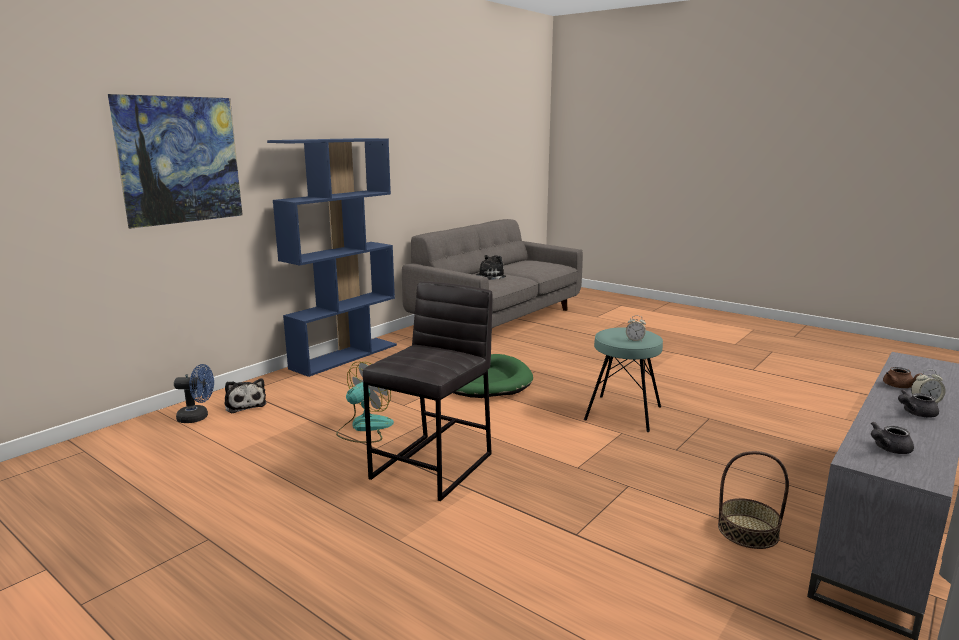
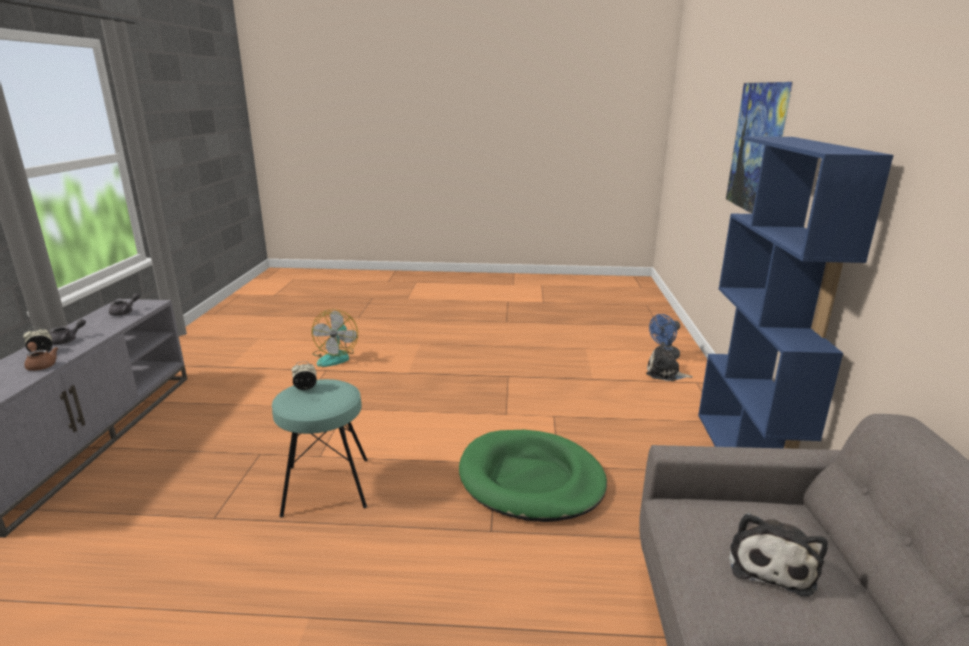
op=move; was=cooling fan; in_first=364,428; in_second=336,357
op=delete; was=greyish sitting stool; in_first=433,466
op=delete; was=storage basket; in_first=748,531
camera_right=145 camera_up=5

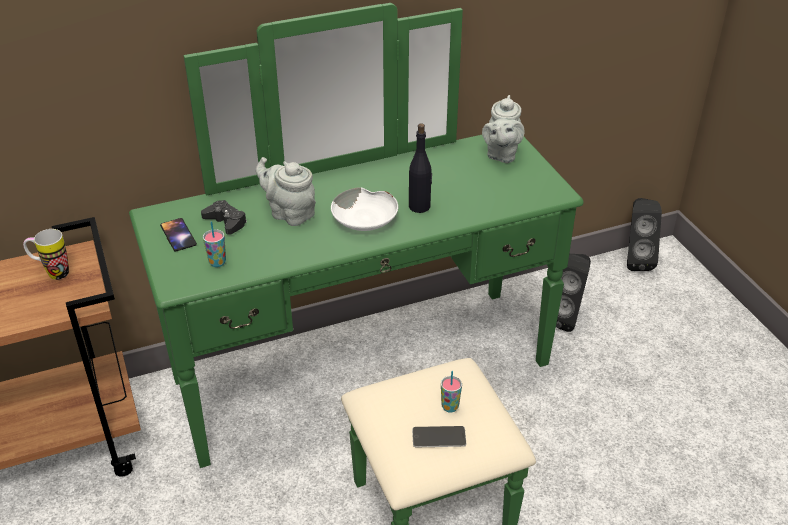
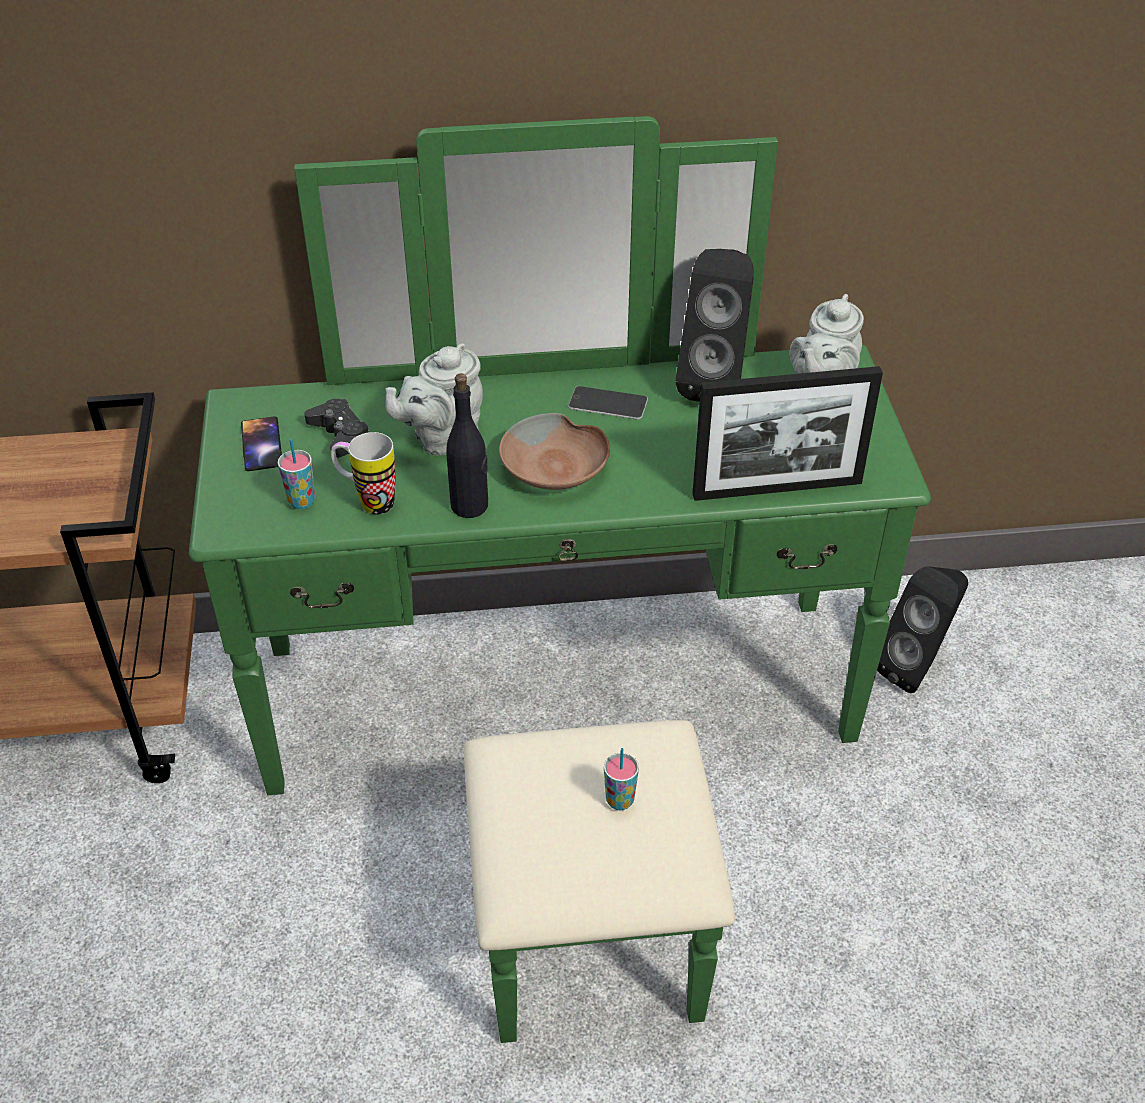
op=move; was=mug; in_first=52,273; in_second=368,502
op=rotate; was=greyish teapot; in_first=289,213; in_second=441,437; clockwise=-90
op=recolor; was=white deep dish; now=brownish deep dish; in_first=366,219; in_second=556,468
op=move; was=blackish beverage bottle; in_first=419,206; in_second=470,506
op=move; was=phone; in_first=439,437; in_second=608,403
op=move; was=blackish loudspeaker; in_first=635,260; in_second=714,382
op=insert; now=photo frame; in_second=777,489
camera_right=15 camera_up=5

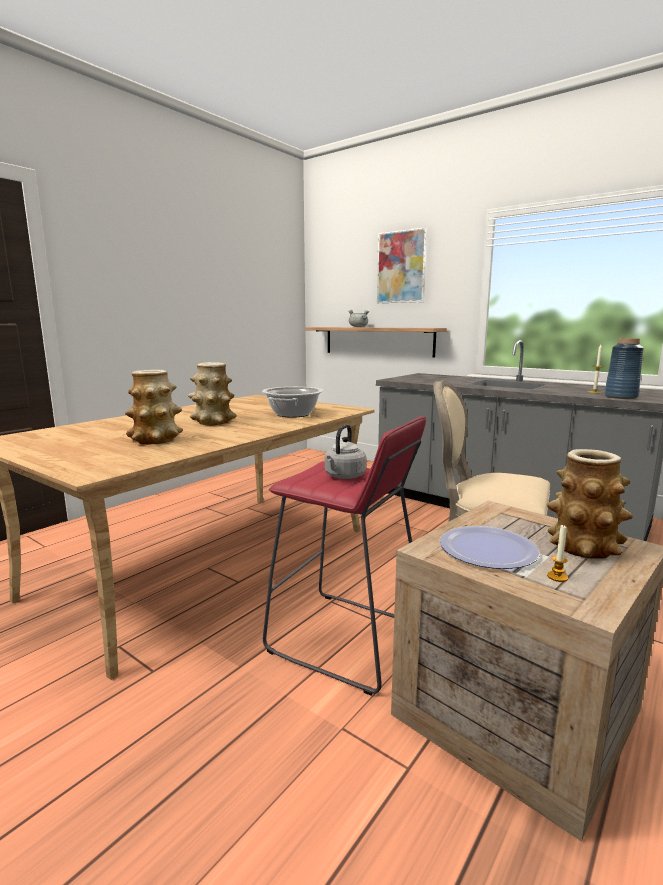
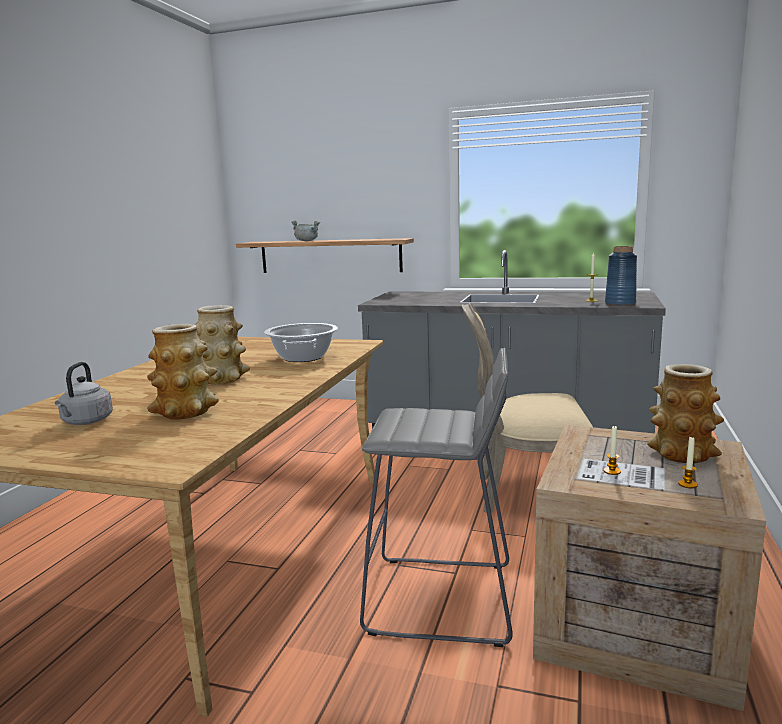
op=recolor; was=reddish sitting stool; now=greyish sitting stool; in_first=346,639; in_second=442,599
op=move; was=greyish water kettle; in_first=344,476; in_second=86,422
op=delete; was=wall art; in_first=401,267
op=replace; was=plate; now=wax light; in_first=488,549; in_second=612,471
camera_right=-20 camera_up=0

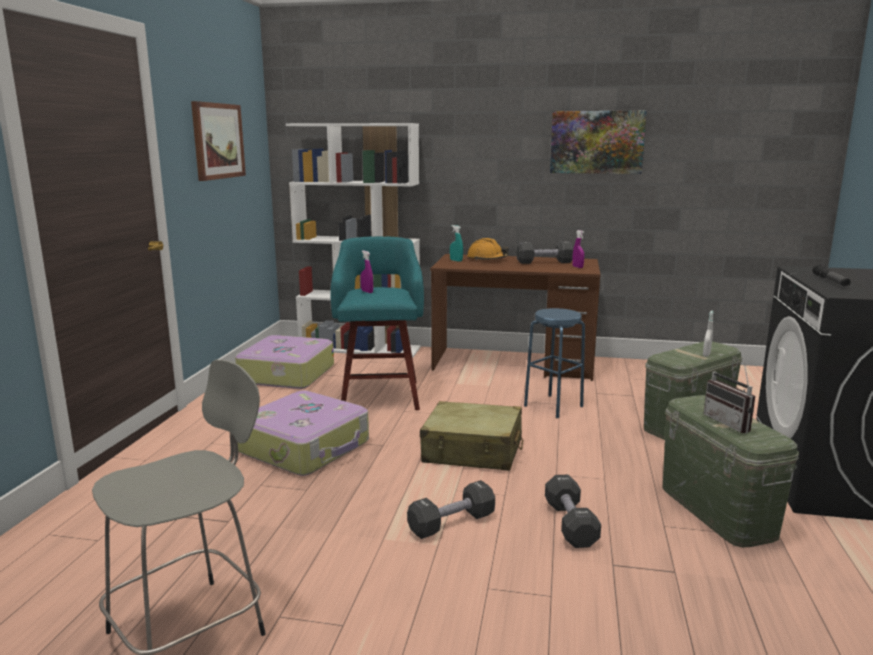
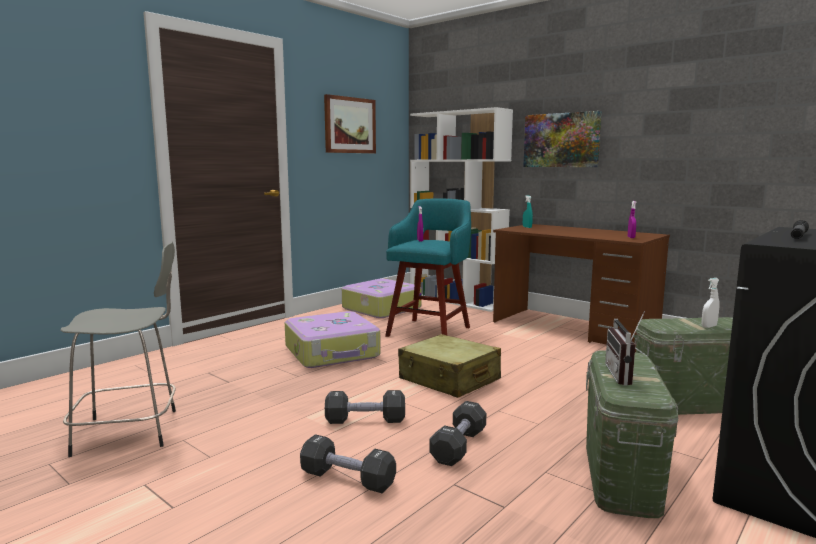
op=delete; was=orangey safety helmet; in_first=487,259
op=move; was=blackish free weight; in_first=544,262; in_second=347,479
op=delete; was=bluish sitting stool; in_first=553,406
op=move; was=wall art; in_first=596,142; in_second=561,140
camera_right=30 camera_up=-5

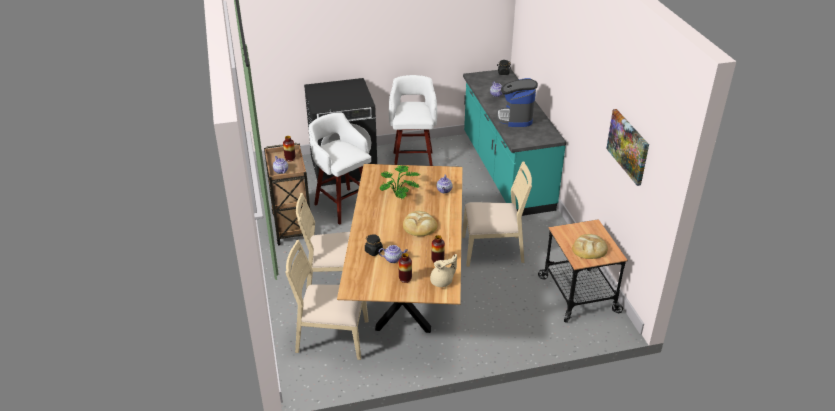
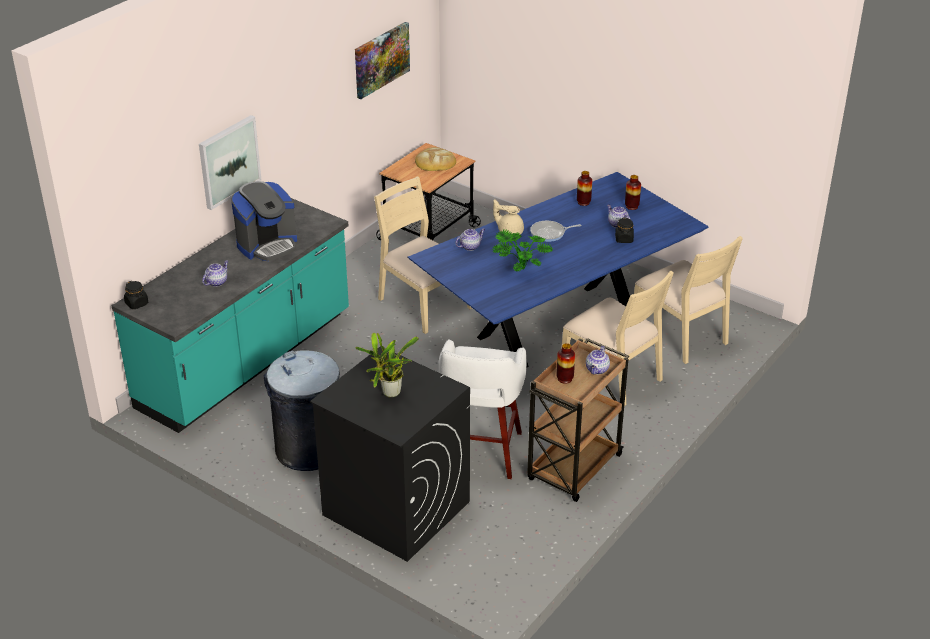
op=recolor; was=brownish dining table; now=bluish dining table; in_first=407,288; in_second=556,326
op=replace; was=white sitting stool; now=greyish rubbish bin; in_first=413,162; in_second=308,450
op=replace; was=bread; now=skillet; in_first=419,226; in_second=549,233
op=move; was=beige-coloured teapot; in_first=442,281; in_second=509,231
op=insert; now=wall art; in_second=229,161
op=insert; now=potted plant; in_second=389,394
camera_right=-130 camera_up=0

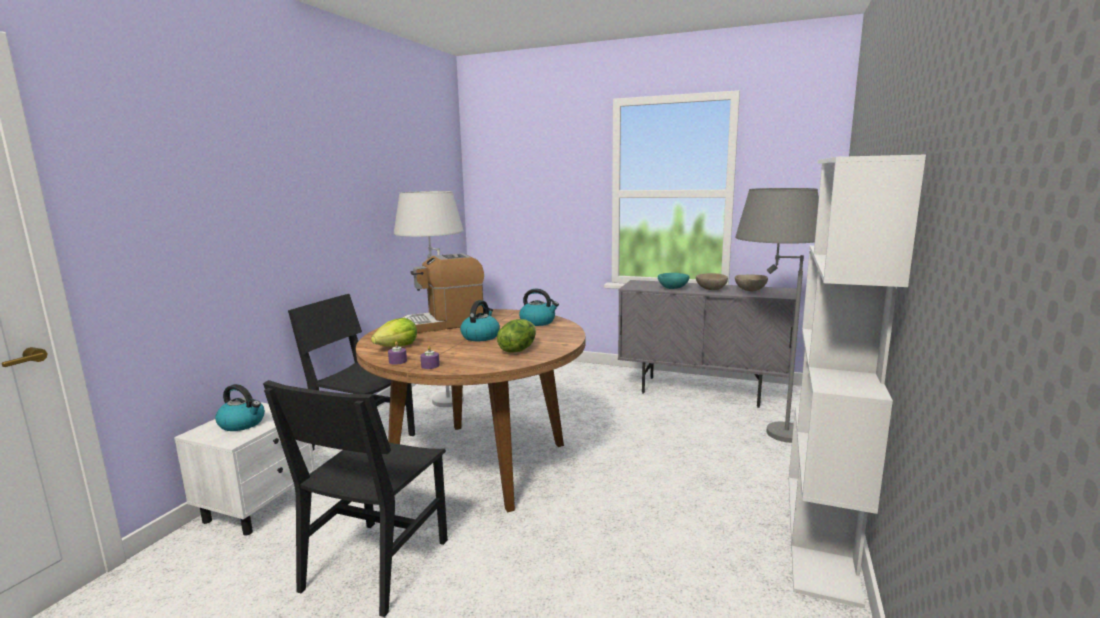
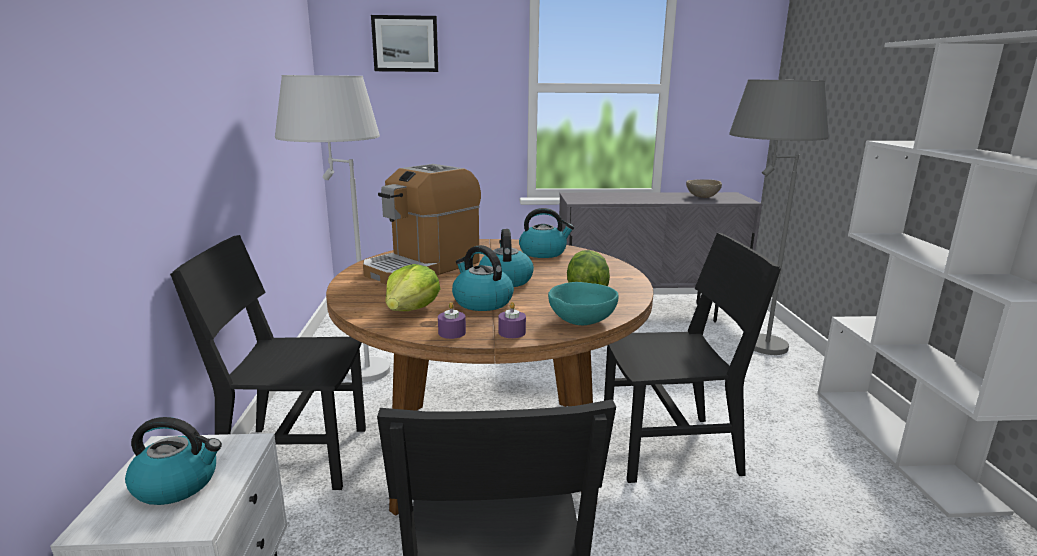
op=move; was=turquoise deep dish; in_first=673,288; in_second=582,320
op=delete; was=beige-coloured deep dish; in_first=710,289
op=insert; now=wall art; in_second=405,44
op=insert; now=water kettle; in_second=481,302
op=insert; now=blackish plain chair; in_second=669,448
camera_right=-25 camera_up=5

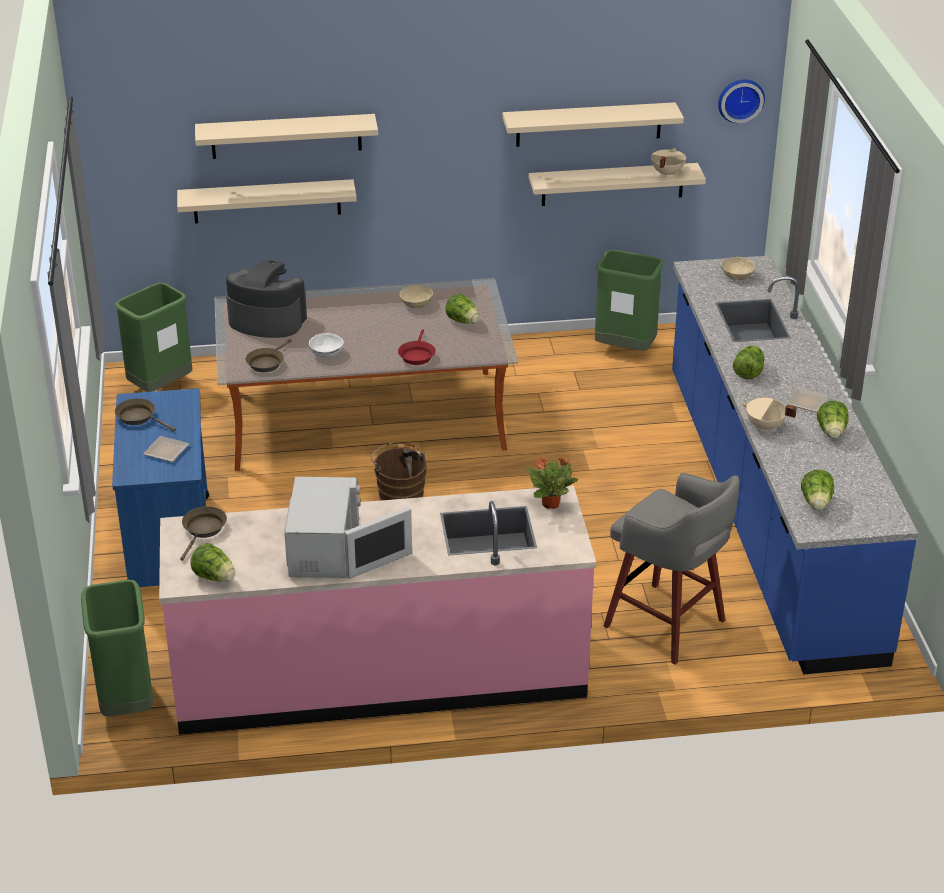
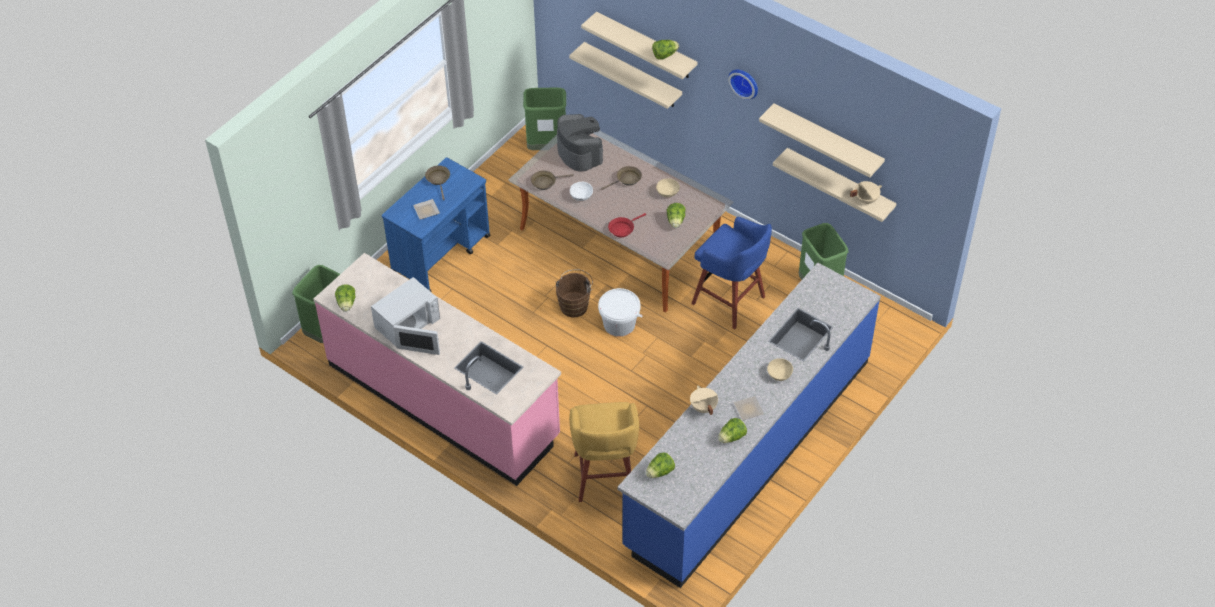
op=move; was=brownish skillet; in_first=203,530; in_second=627,179
op=delete; was=potted plant; in_first=551,504
op=recolor; was=greyish sitting stool; now=yellow sitting stool; in_first=667,625; in_second=605,478
op=move; was=hanging clock; in_first=740,99; in_second=744,82
op=move; was=beige-coloured deep dish; in_first=737,275; in_second=779,374
op=move; was=lettuce; in_first=748,372; in_second=664,55
op=insert; now=white bucket; in_second=619,324
op=insert; now=bluish sitting stool; in_second=730,302
camera_right=45 camera_up=15

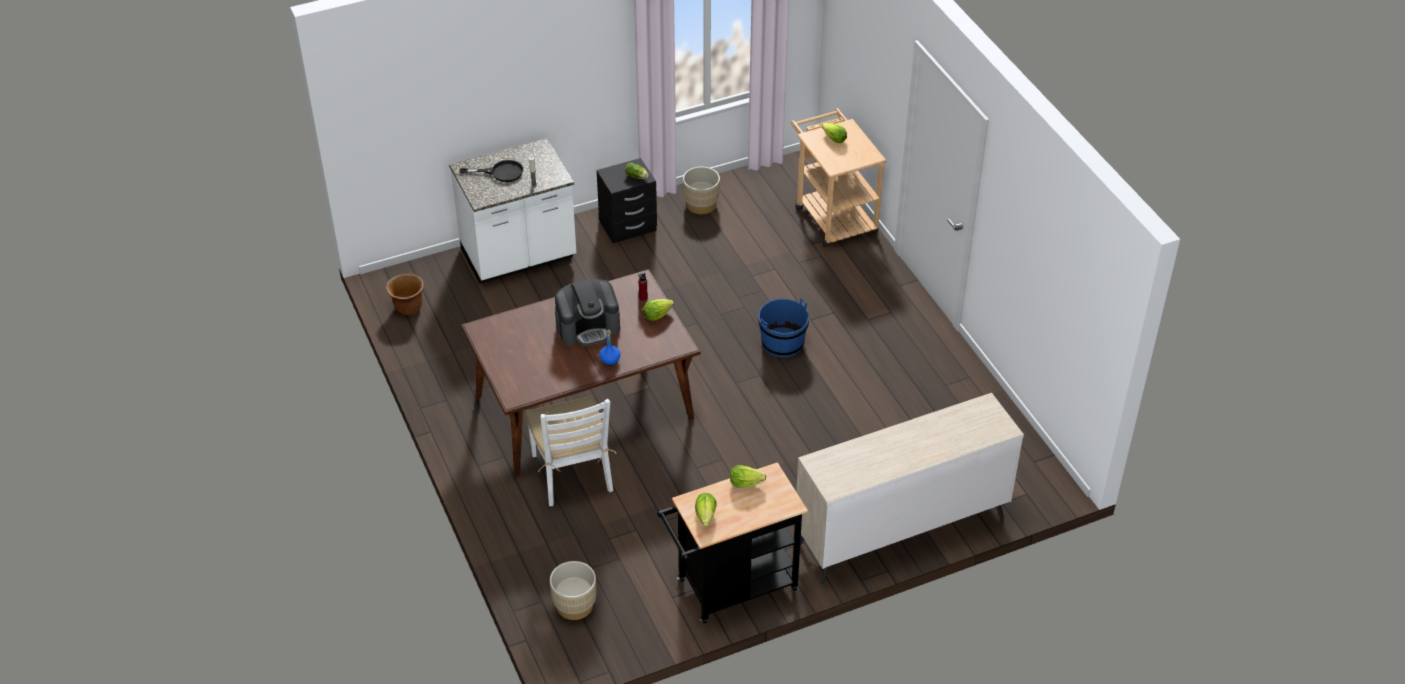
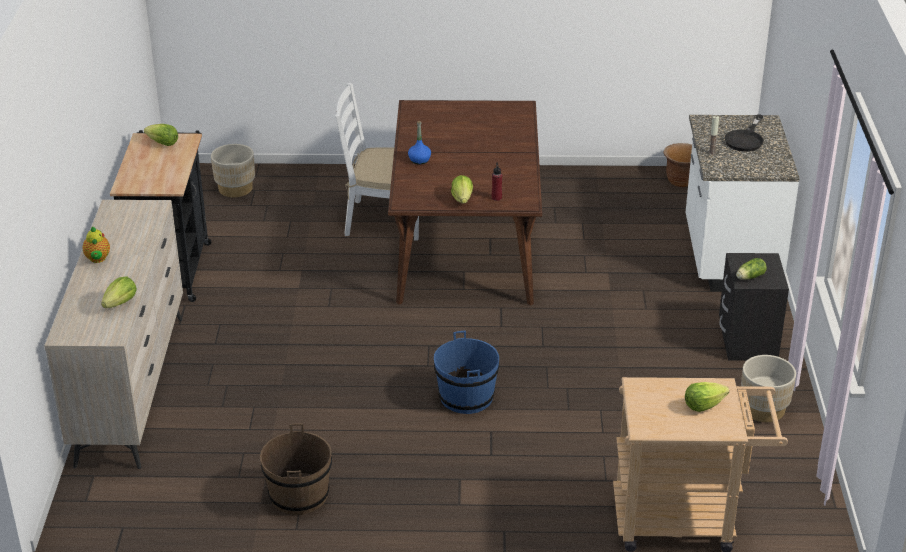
op=delete; was=coffee maker; in_first=588,327
op=move; was=lettuce; in_first=745,483; in_second=121,303
op=insert; now=teapot; in_second=98,259
op=insert; now=brownish bucket; in_second=298,495
camera_right=115 camera_up=-10

